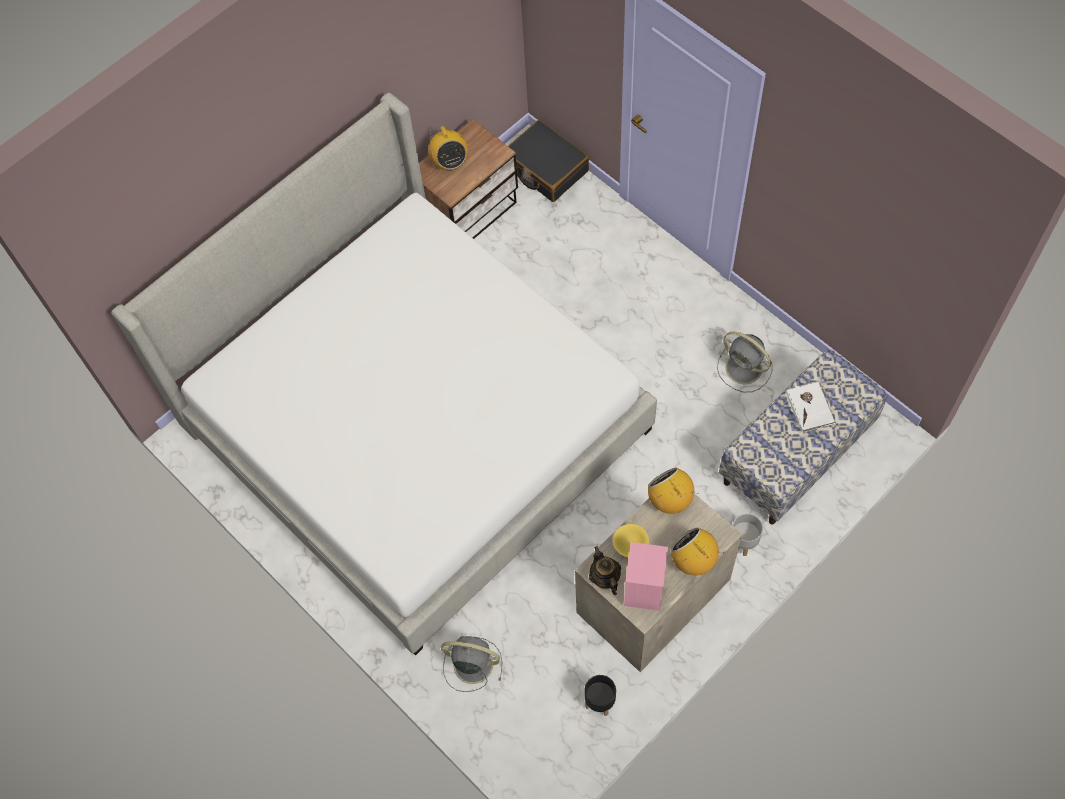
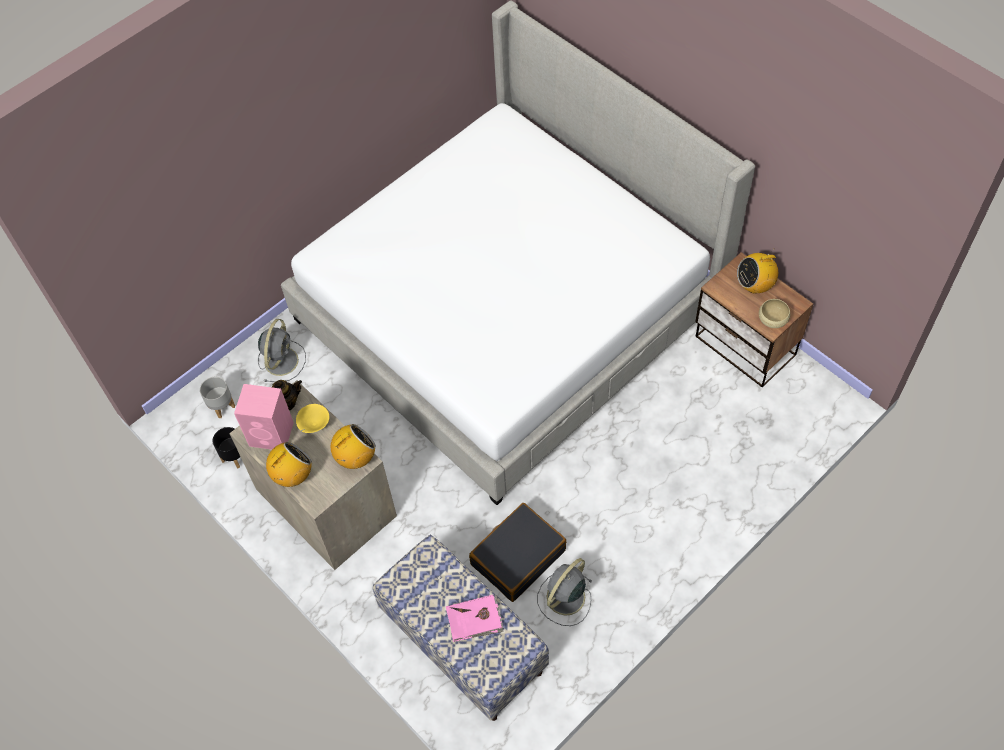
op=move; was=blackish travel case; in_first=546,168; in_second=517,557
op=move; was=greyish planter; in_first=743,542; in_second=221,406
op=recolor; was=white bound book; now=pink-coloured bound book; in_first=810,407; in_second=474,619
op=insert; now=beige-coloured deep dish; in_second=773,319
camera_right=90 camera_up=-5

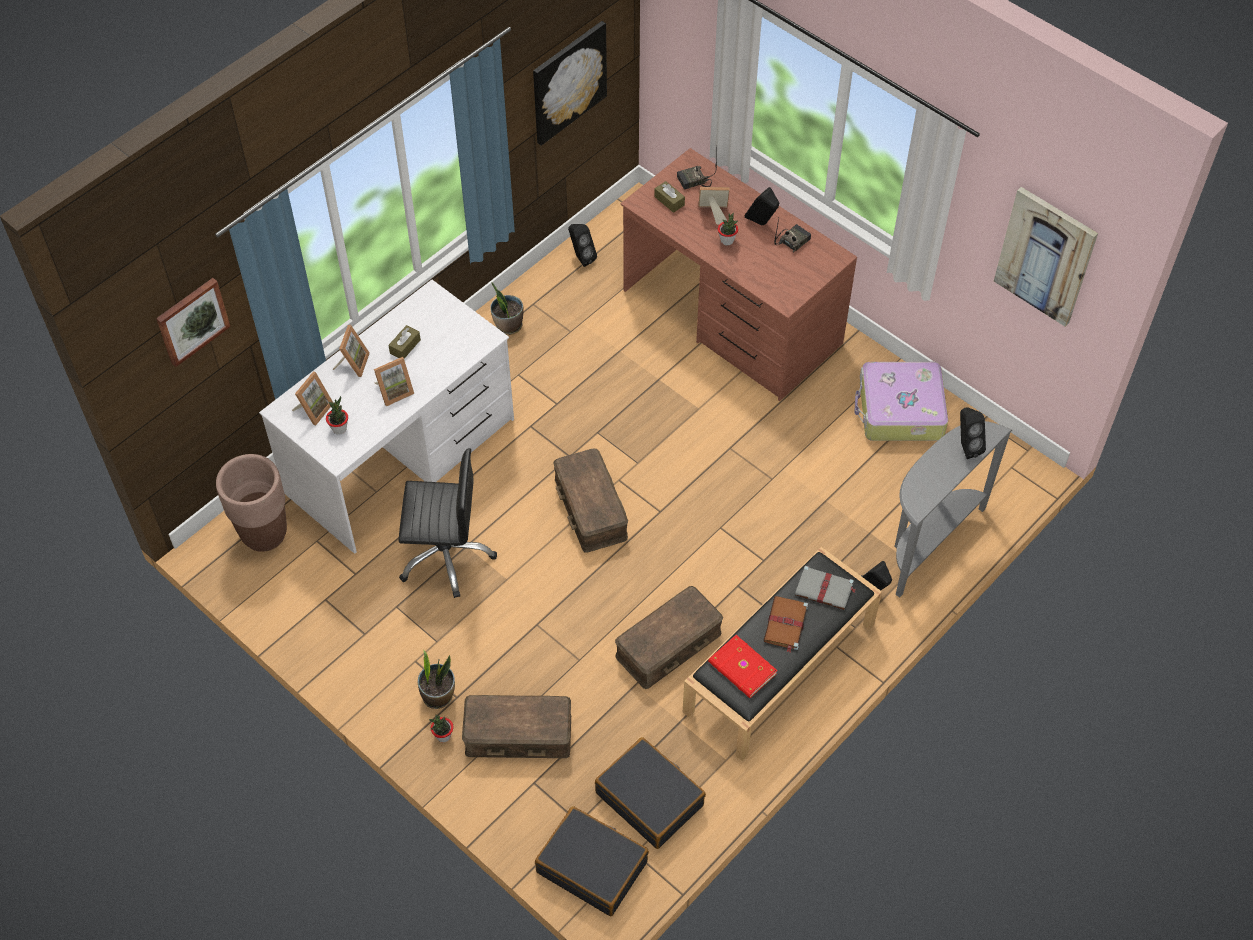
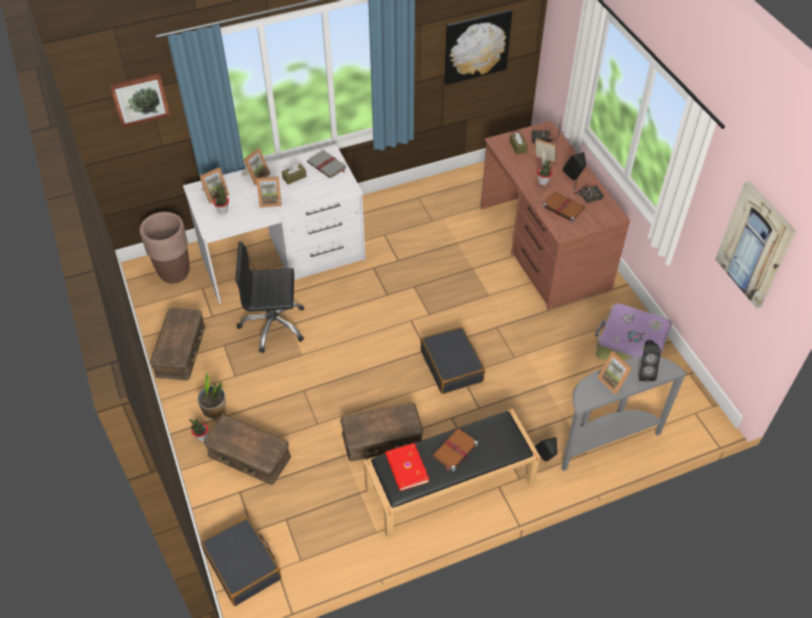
op=rotate; was=blackish office chair; in_first=446,555; in_second=273,325; clockwise=150
op=delete; was=potted plant; in_first=508,325
op=move; was=brownish storage bin; in_first=591,508; in_second=181,350
op=delete; was=blackish loudspeaker; in_first=581,258
op=move; was=blackish travel case; in_first=650,799; in_second=452,366
op=move; was=greyish bound book; in_first=825,589; in_second=327,166
op=insert; now=brownish bound book; in_second=562,207
op=insert; now=photo frame; in_second=613,381
camera_right=25 camera_up=-5

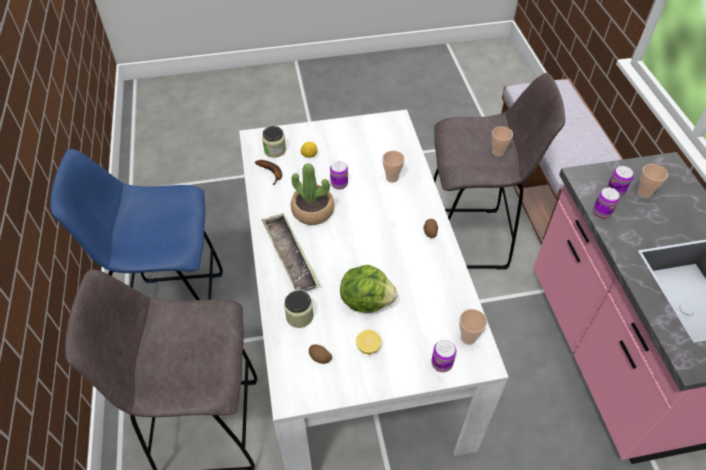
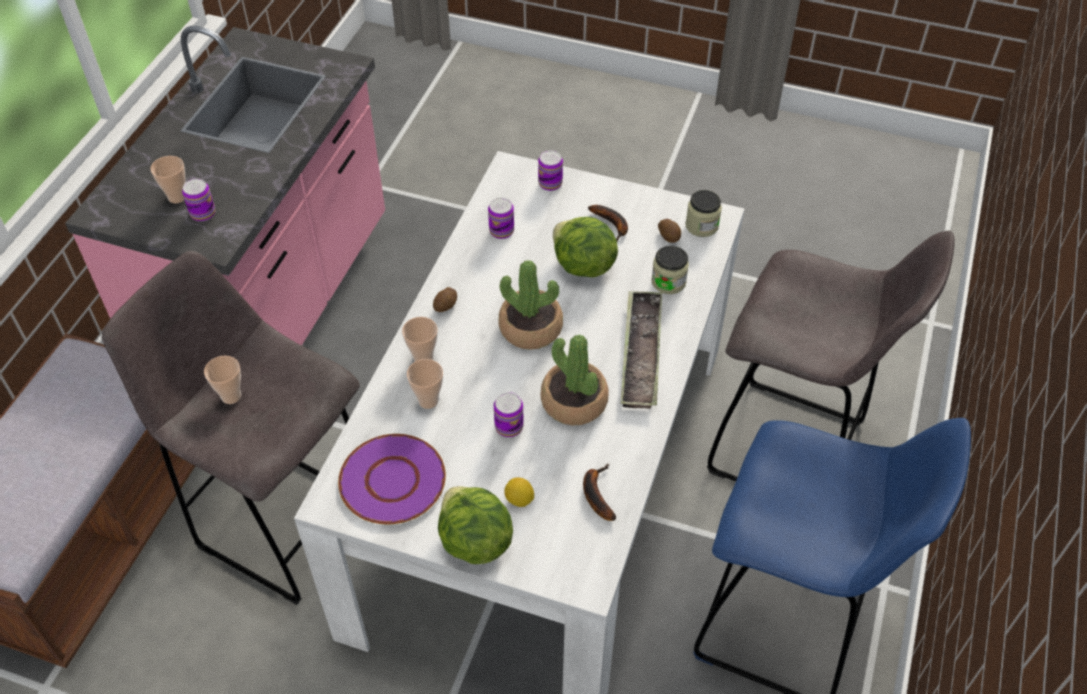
op=move; was=jar; in_first=275,150; in_second=701,226
op=replace; was=whole lemon; now=banana; in_first=368,347; in_second=612,225
op=move; was=small cup; in_first=468,338; in_second=423,358
op=move; was=metal can; in_first=601,212; in_second=501,231
op=insert; now=purple plate; in_second=393,480
op=insert; now=lettuce; in_second=474,541
op=insert; now=potted plant; in_second=531,328
camera_right=-150 camera_up=0

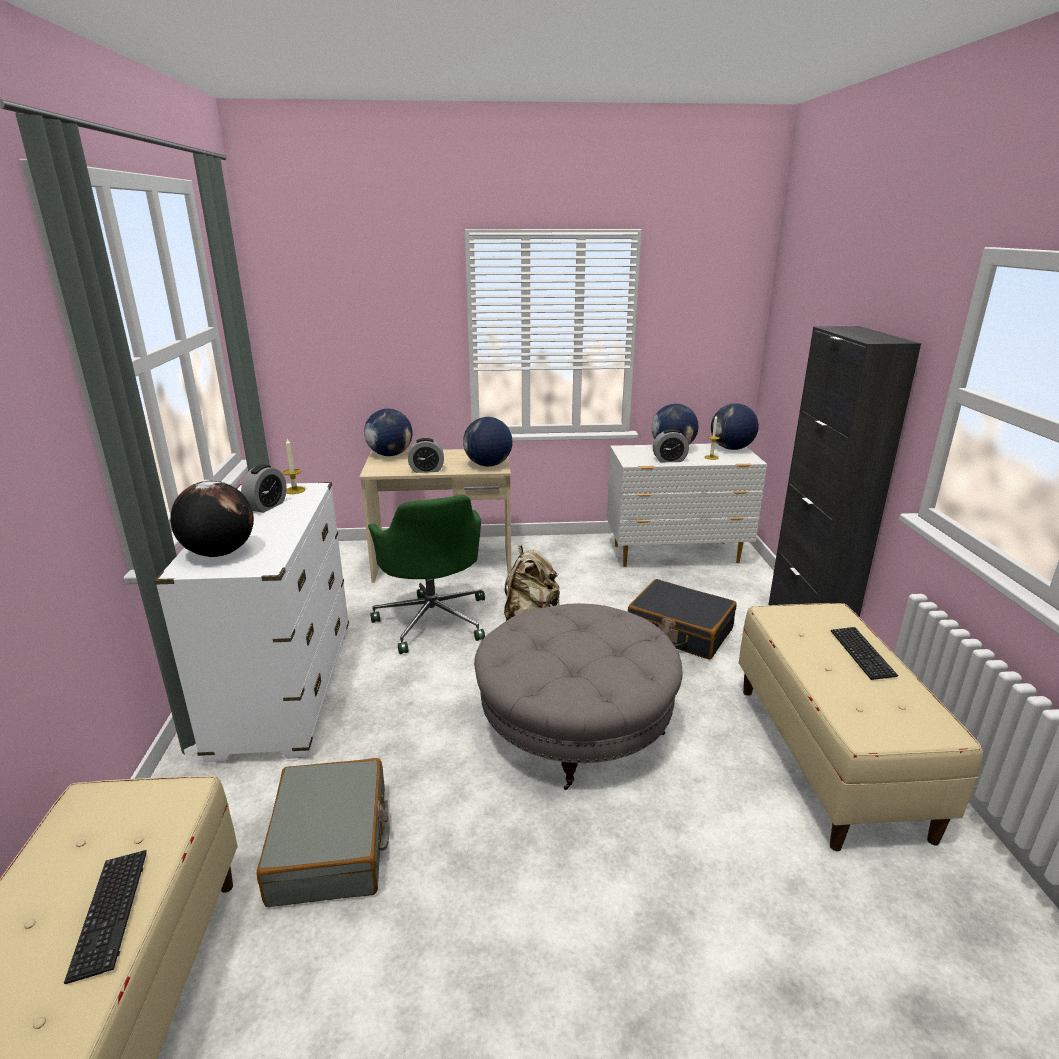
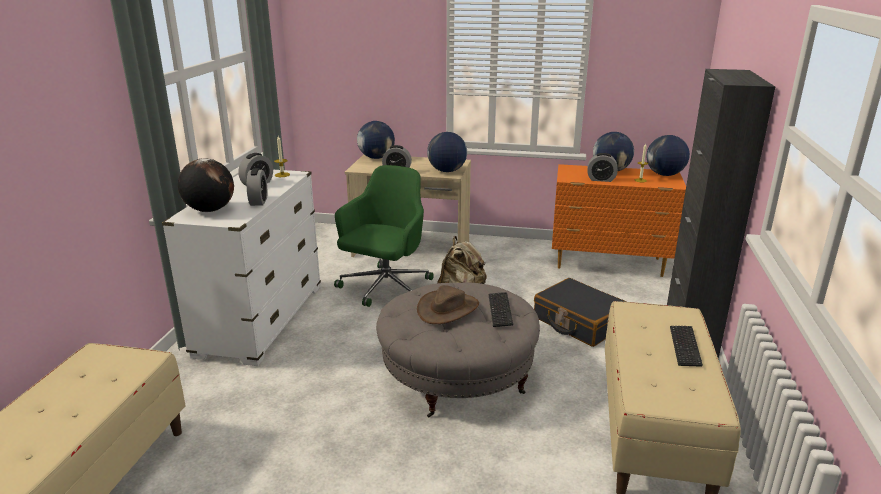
op=move; was=computer keyboard; in_first=110,913; in_second=500,310
op=delete; was=greyish travel case; in_first=331,845
op=rotate; was=greenish office chair; in_first=433,620; in_second=385,288; clockwise=-150
op=recolor; was=white chest of drawers; now=orangey chest of drawers; in_first=677,554; in_second=610,264
op=insert; now=bedside clock; in_second=258,201
op=insert; now=brownish wearable hat; in_second=447,309
camera_right=15 camera_up=0

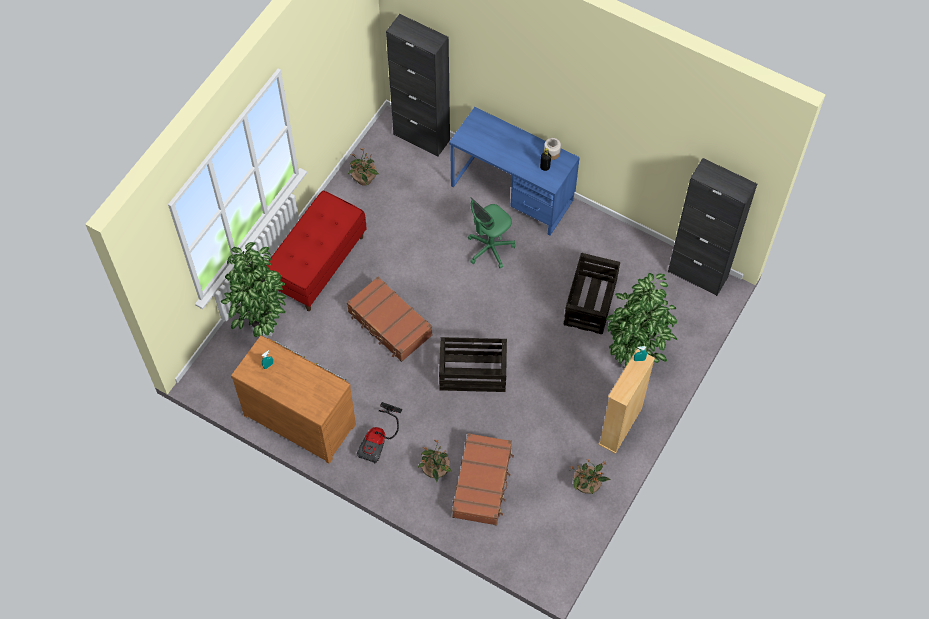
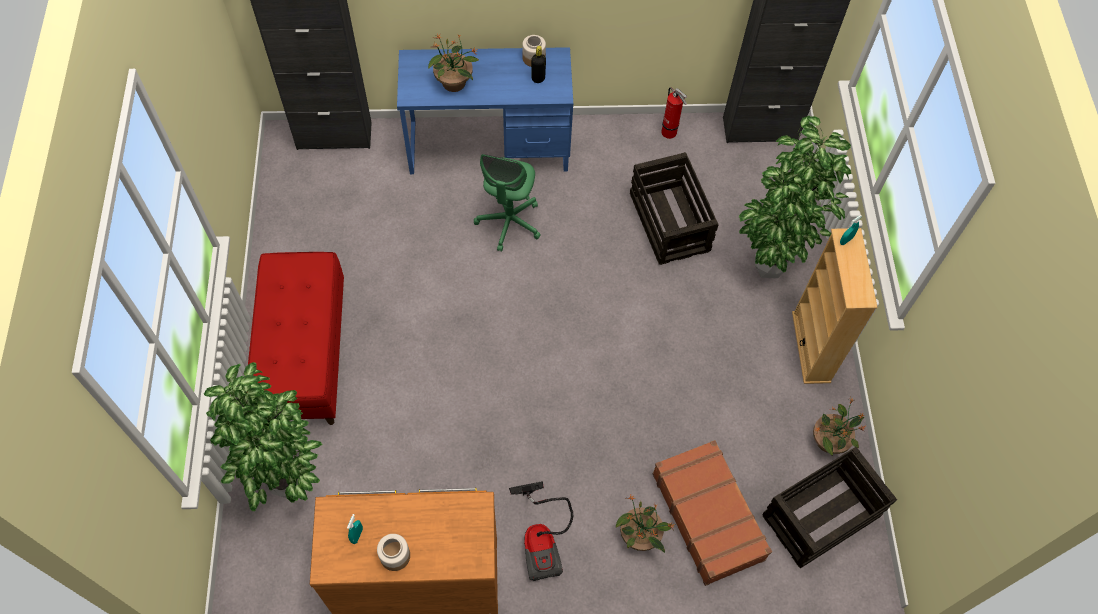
op=delete; was=brownish travel case; in_first=389,324
op=move; was=potted plant; in_first=364,179; in_second=454,83
op=move; was=crate; in_first=472,373; in_second=820,517
op=insert; now=jar; in_second=394,556
op=insert; now=fire extinguisher; in_second=670,133
camera_right=-35 camera_up=0

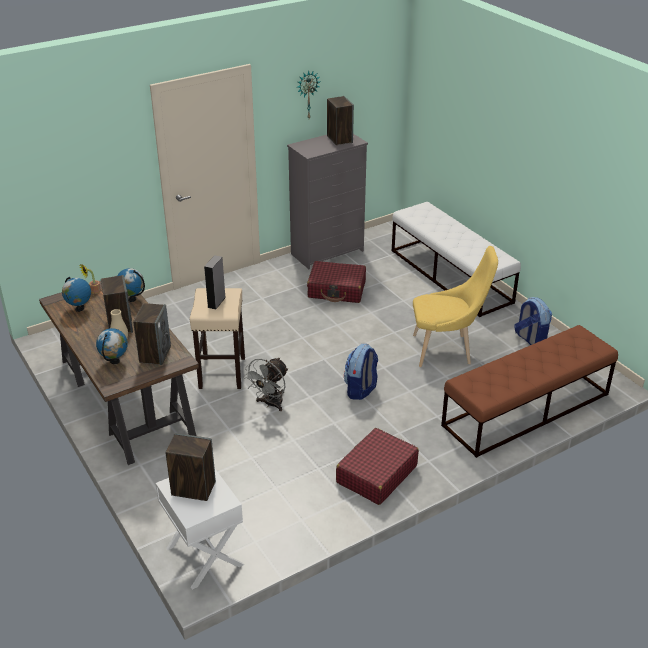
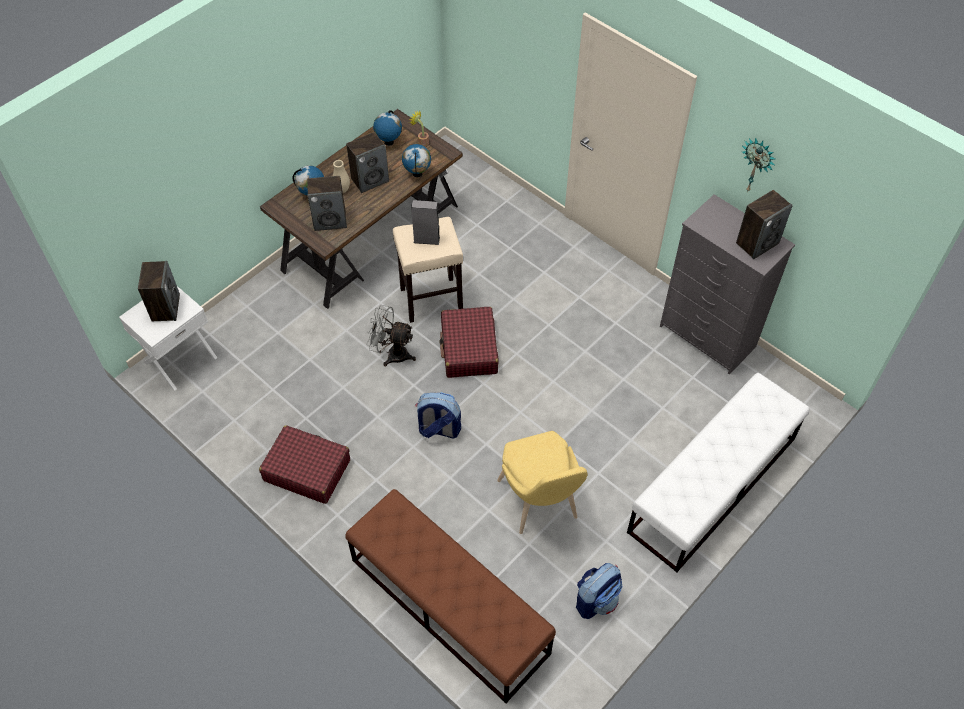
op=move; was=reddish travel case; in_first=337,290; in_second=469,349
camera_right=75 camera_up=20

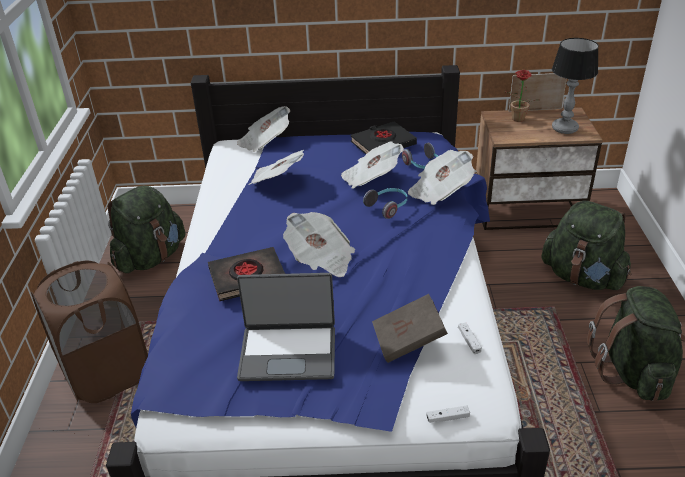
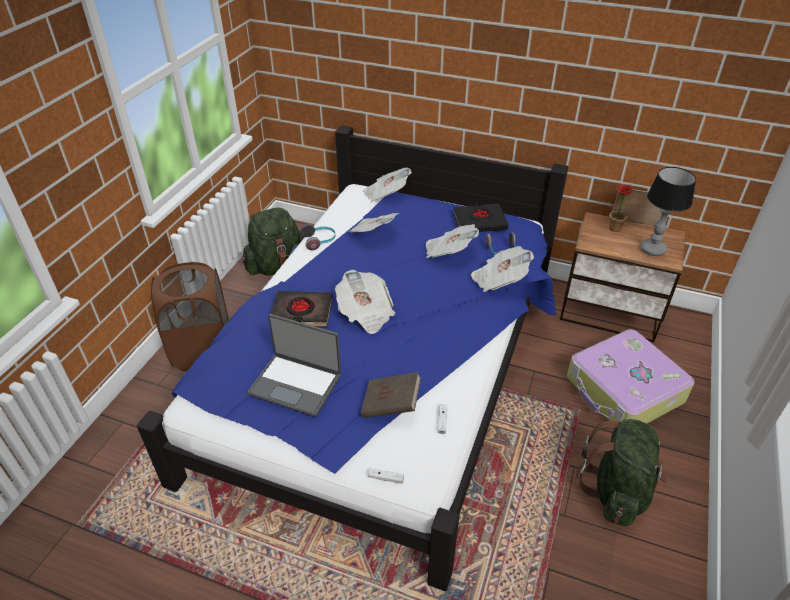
op=move; was=pair of headphones; in_first=388,207; in_second=319,241
op=replace; was=greenish knapsack; now=travel case; in_first=582,277; in_second=624,391
camera_right=20 camera_up=5

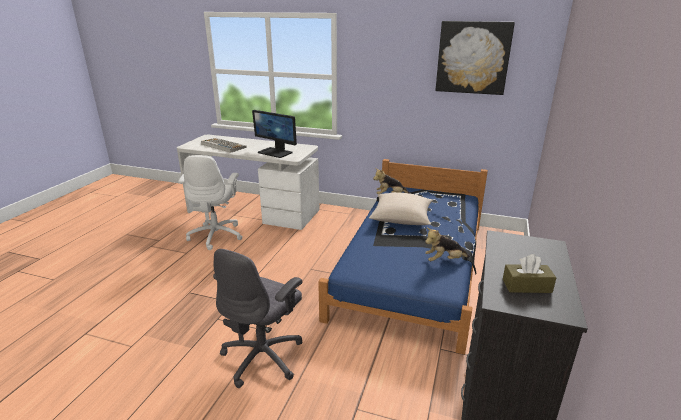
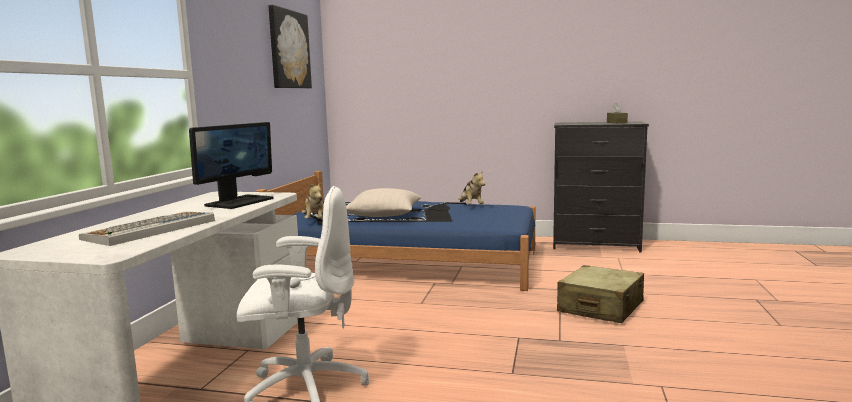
op=replace; was=greyish office chair; now=beige-coloured travel case; in_first=264,357; in_second=600,307
camera_right=-95 camera_up=-15

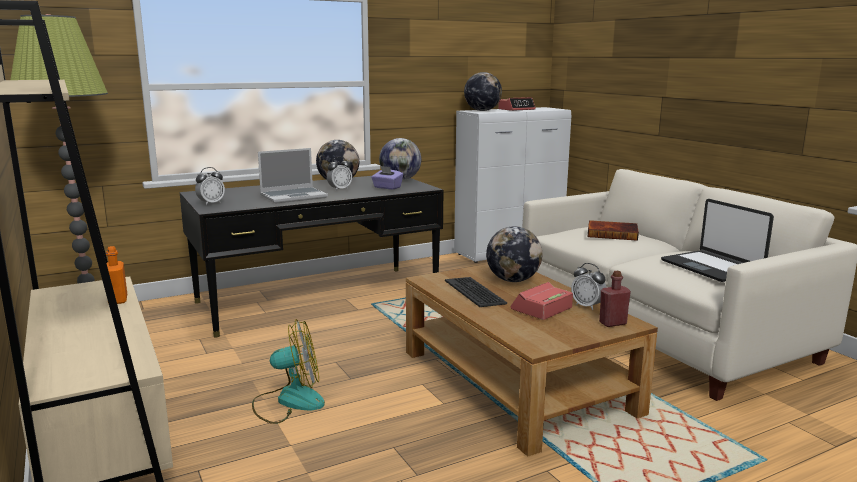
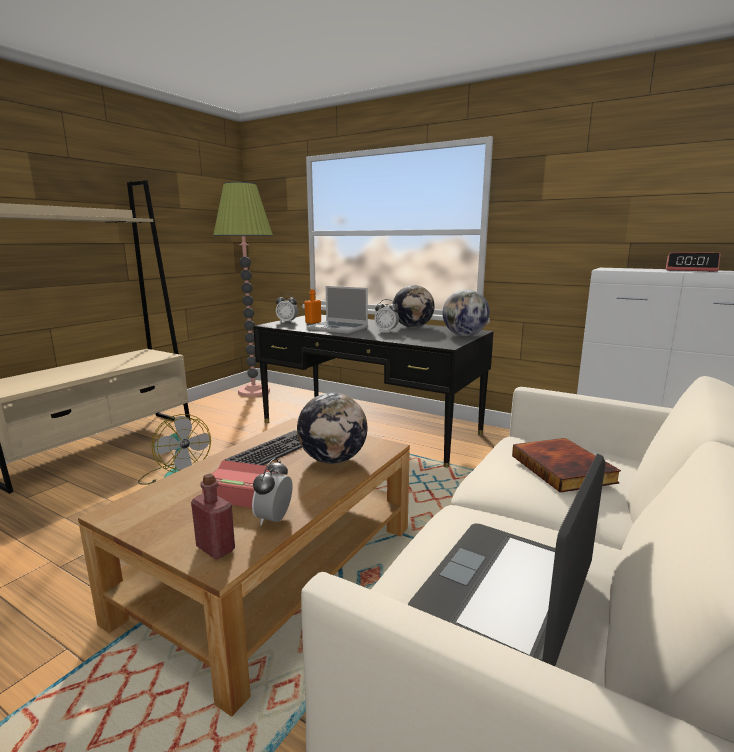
op=move; was=orangey beverage bottle; in_first=118,300; in_second=313,322
op=delete; was=purple box of tissues; in_first=387,187
op=delete; was=world globe; in_first=482,111
camera_right=60 camera_up=0

